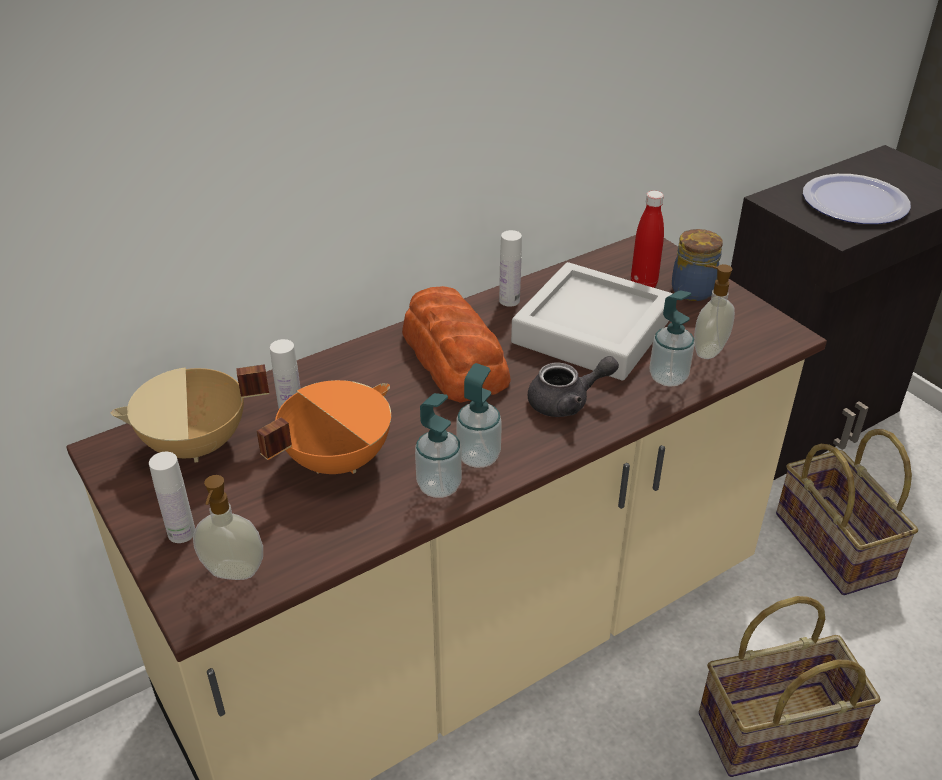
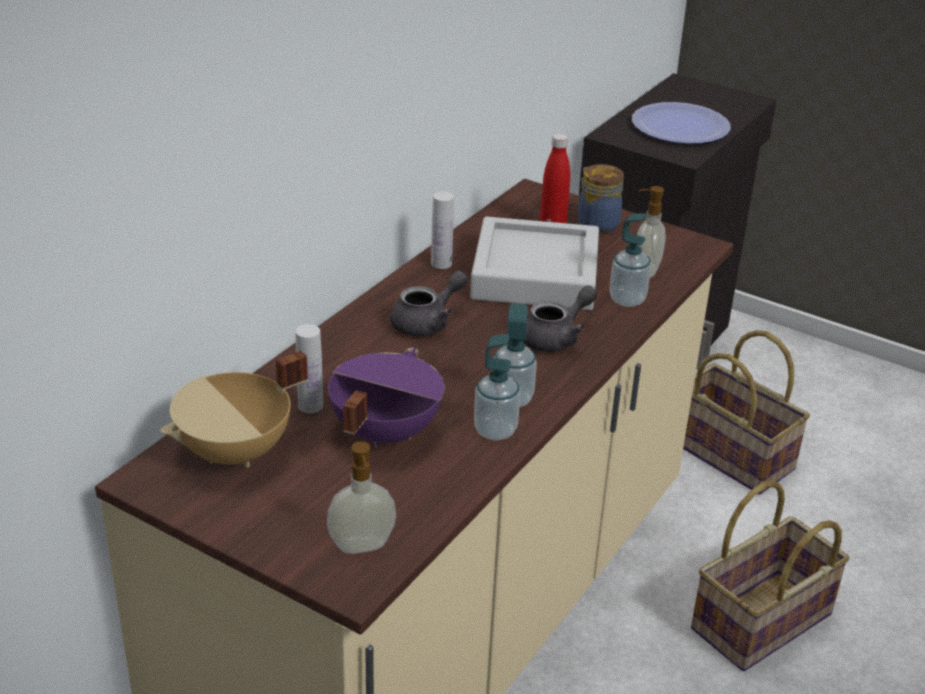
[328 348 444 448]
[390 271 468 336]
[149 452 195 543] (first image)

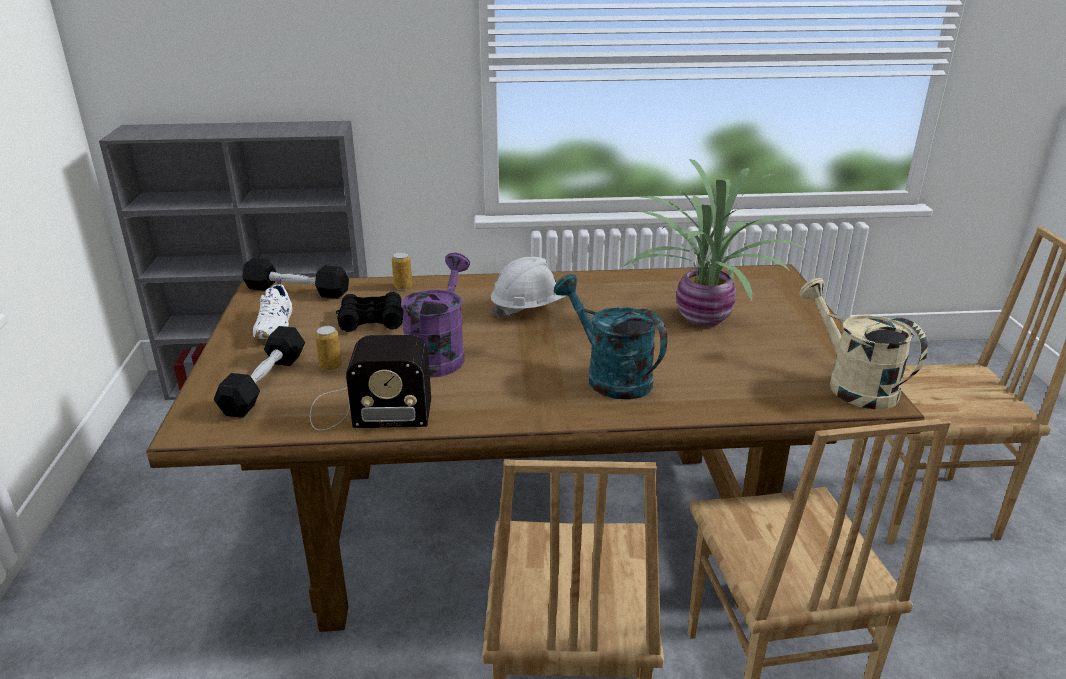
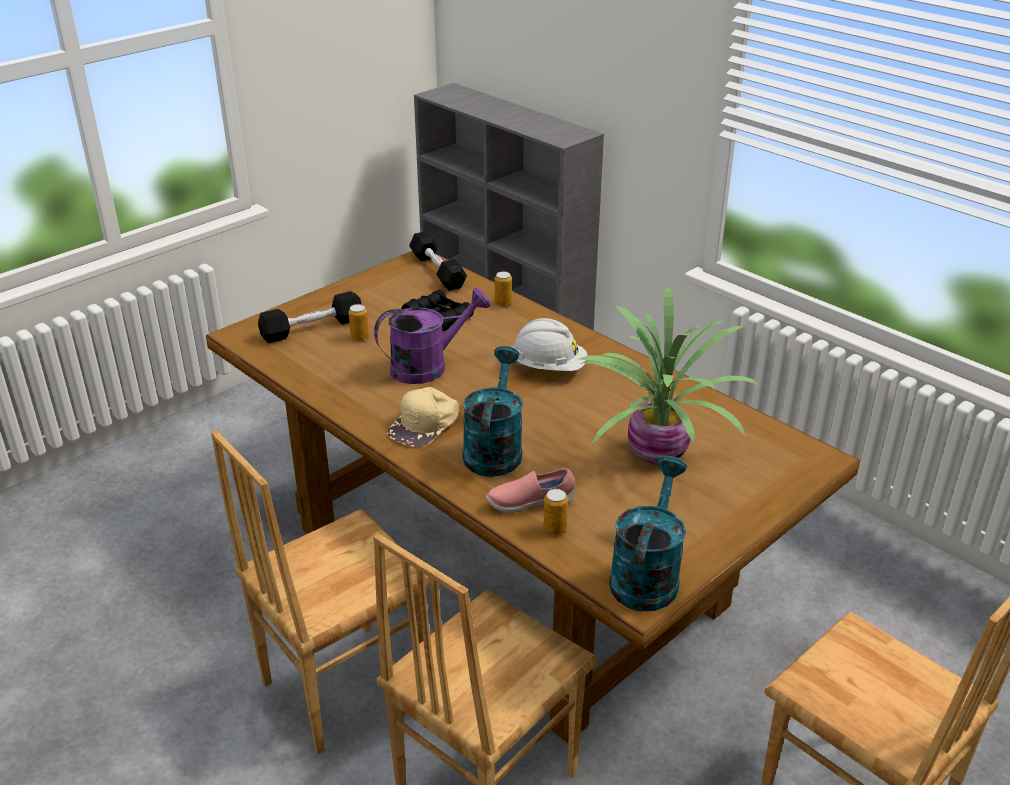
[386 387 459 447]
[486 468 575 513]
[544 489 568 535]
[609 456 687 611]
[253 279 293 339] (first image)
[310 335 431 431] (first image)

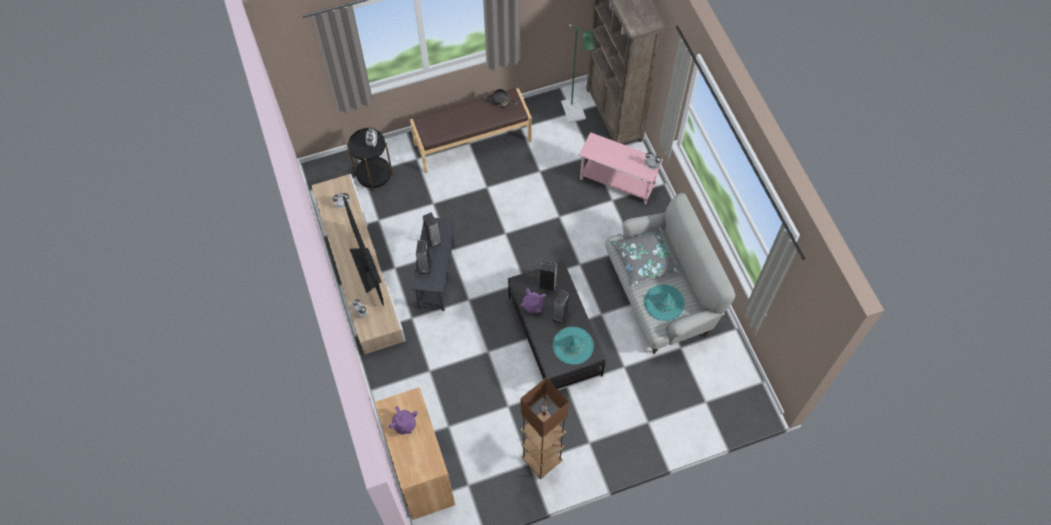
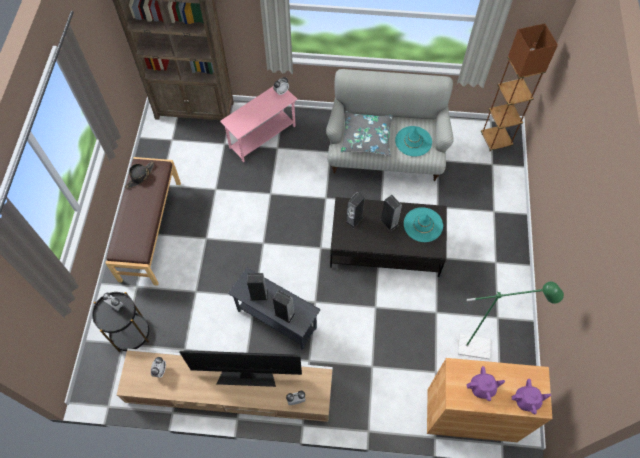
[458 282 564 359]
[481 23 558 151]
[512 379 551 414]

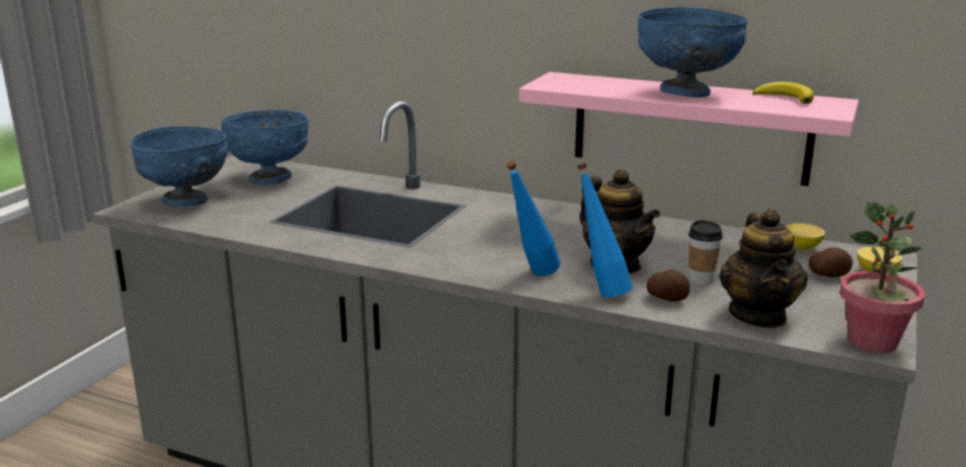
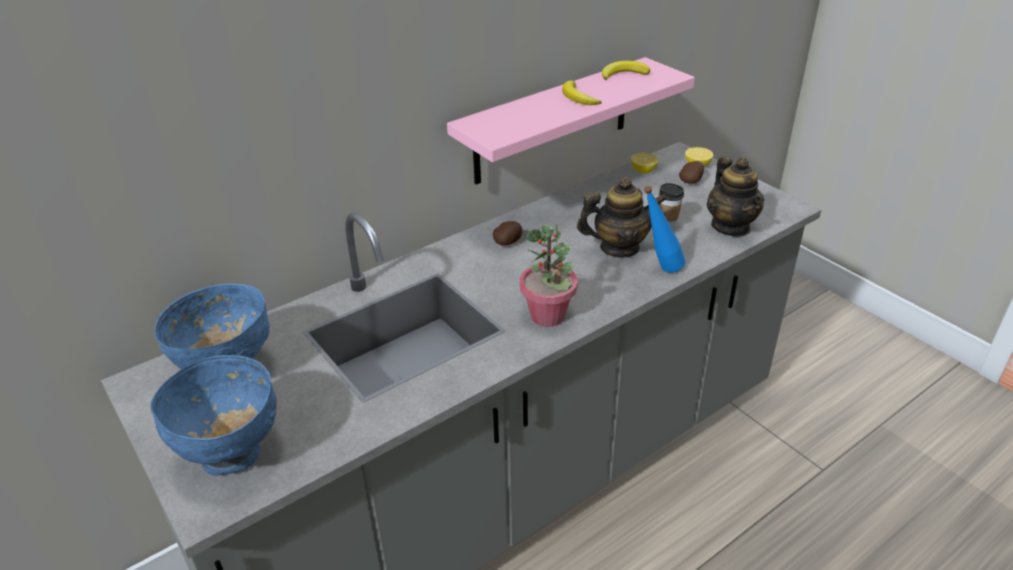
[493 221 522 246]
[520 224 578 327]
[562 80 601 105]
[707 156 764 237]
[506 161 560 276] (first image)

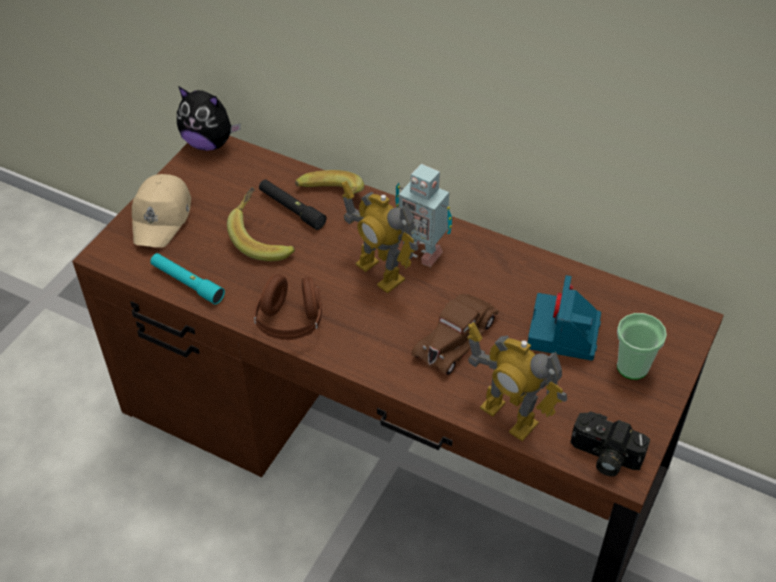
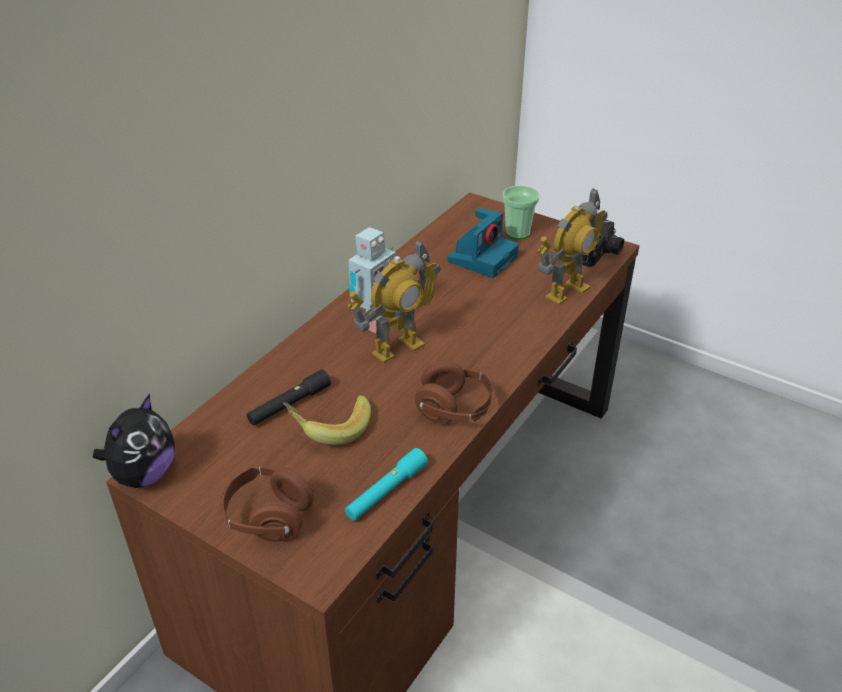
[220 467 315 542]
[448 208 519 278]
[295 170 364 194] (first image)
[411 294 499 375] (first image)

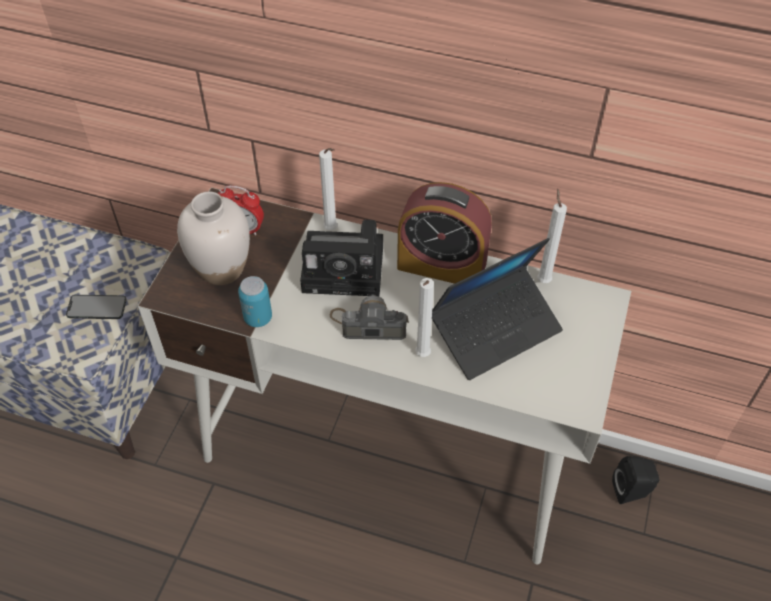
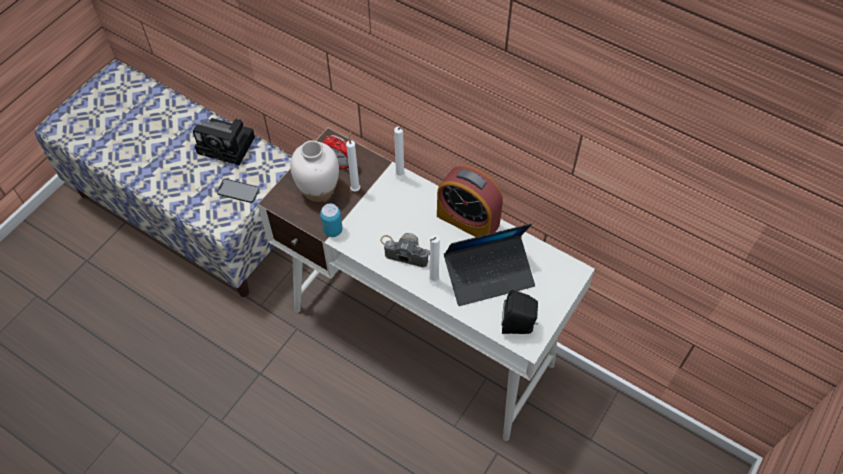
[193 118 255 165]
[346 131 360 192]
[502 290 538 334]

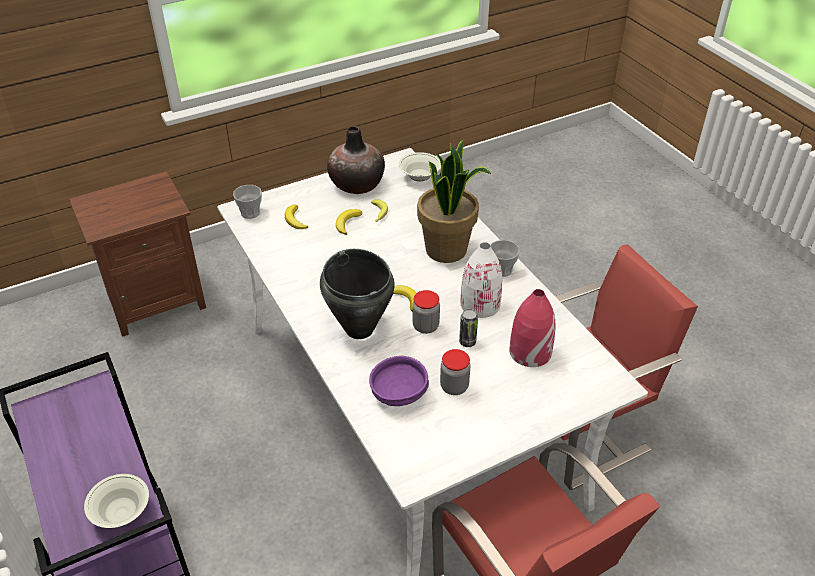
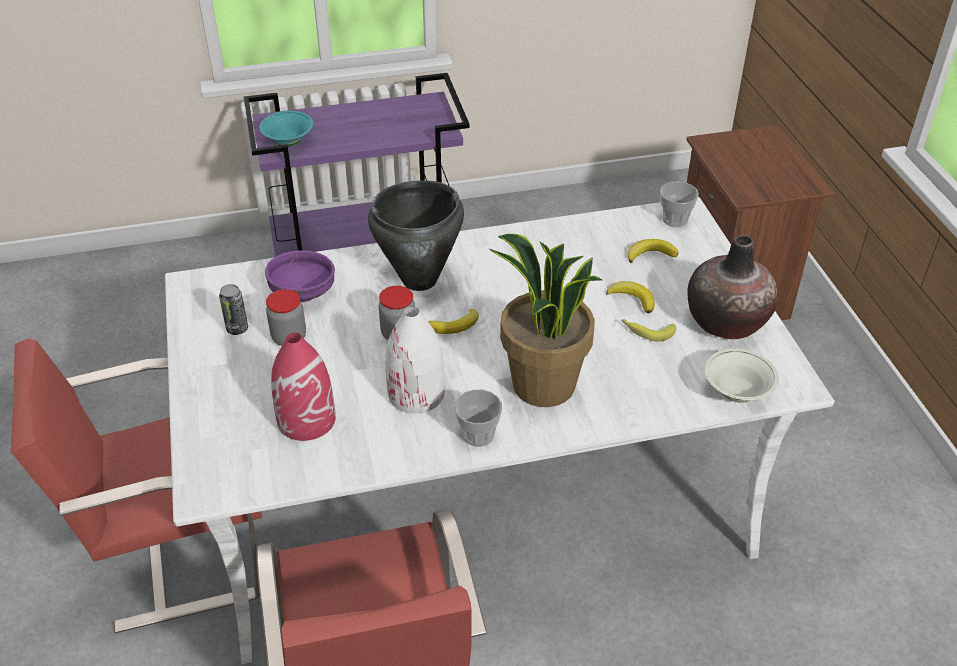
[219 284 248 335]
[259 111 313 146]

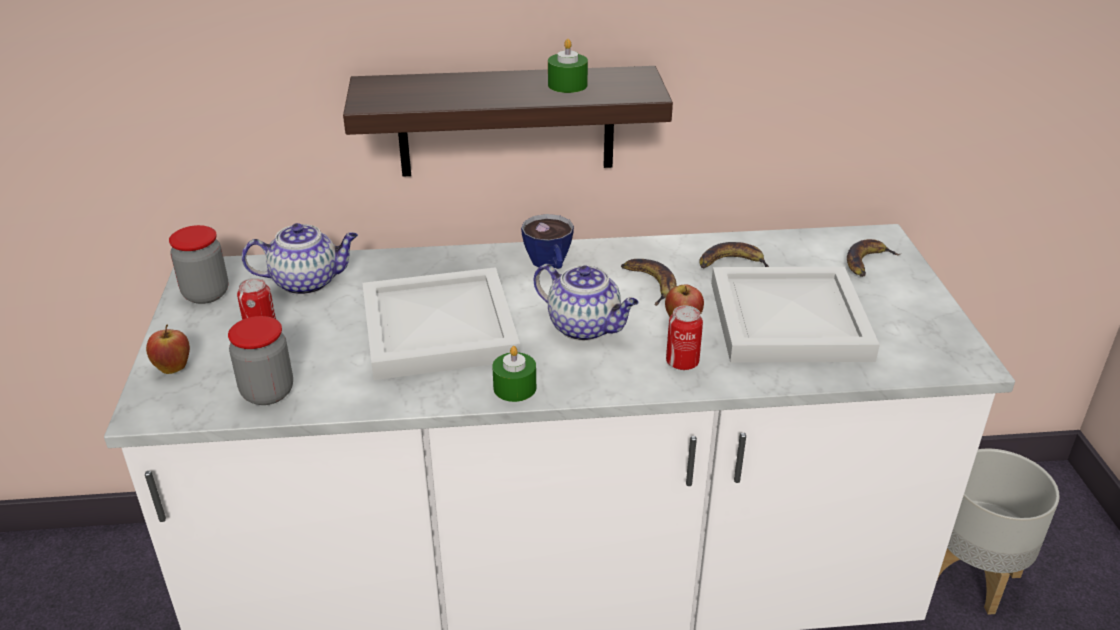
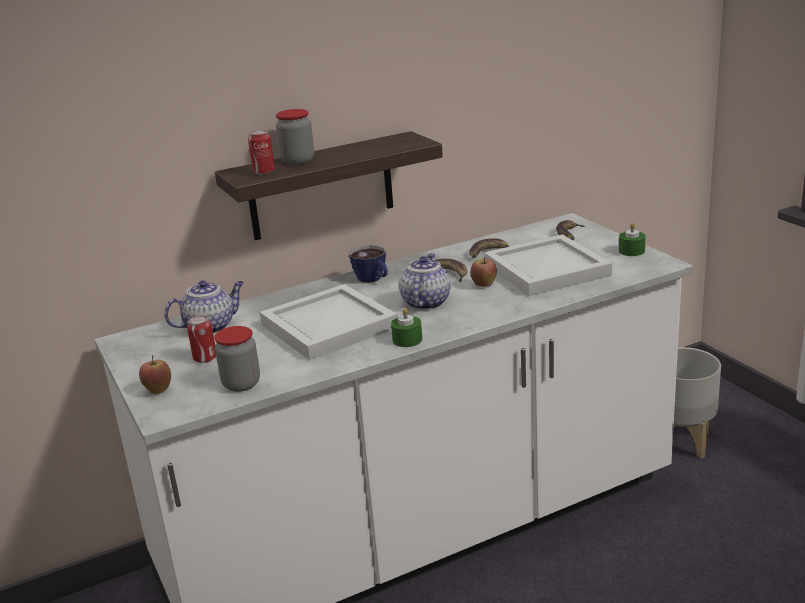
[248 130 275 175]
[276 109 314 165]
[399 254 451 310]
[619 222 646 256]

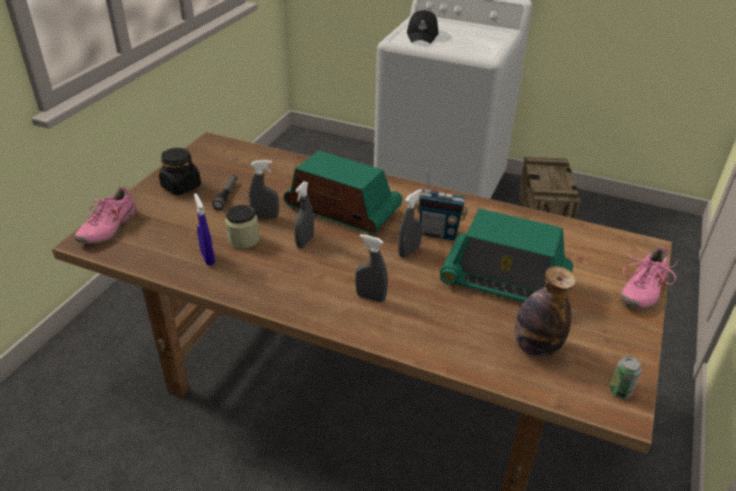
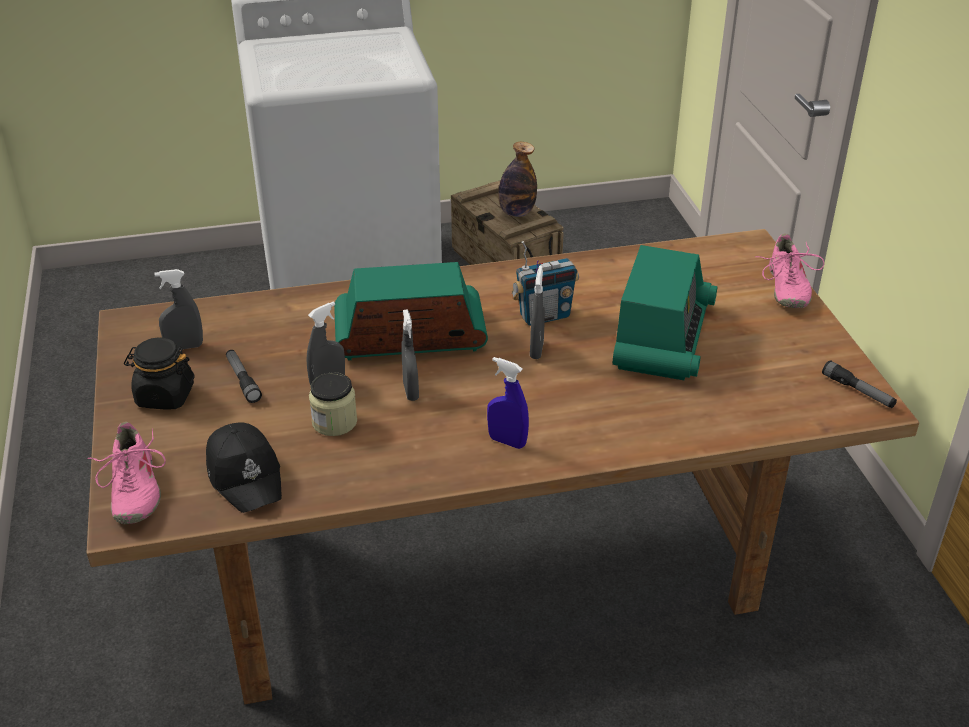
[154 269 203 349]
[206 422 282 513]
[487 357 529 449]
[498 142 537 217]
[613 245 717 380]
[822 360 897 408]

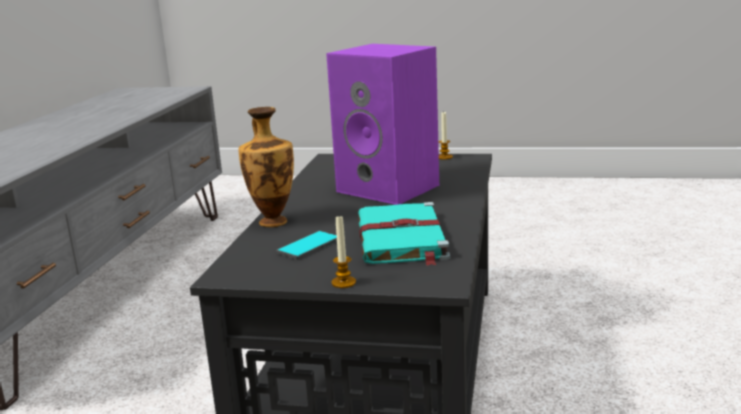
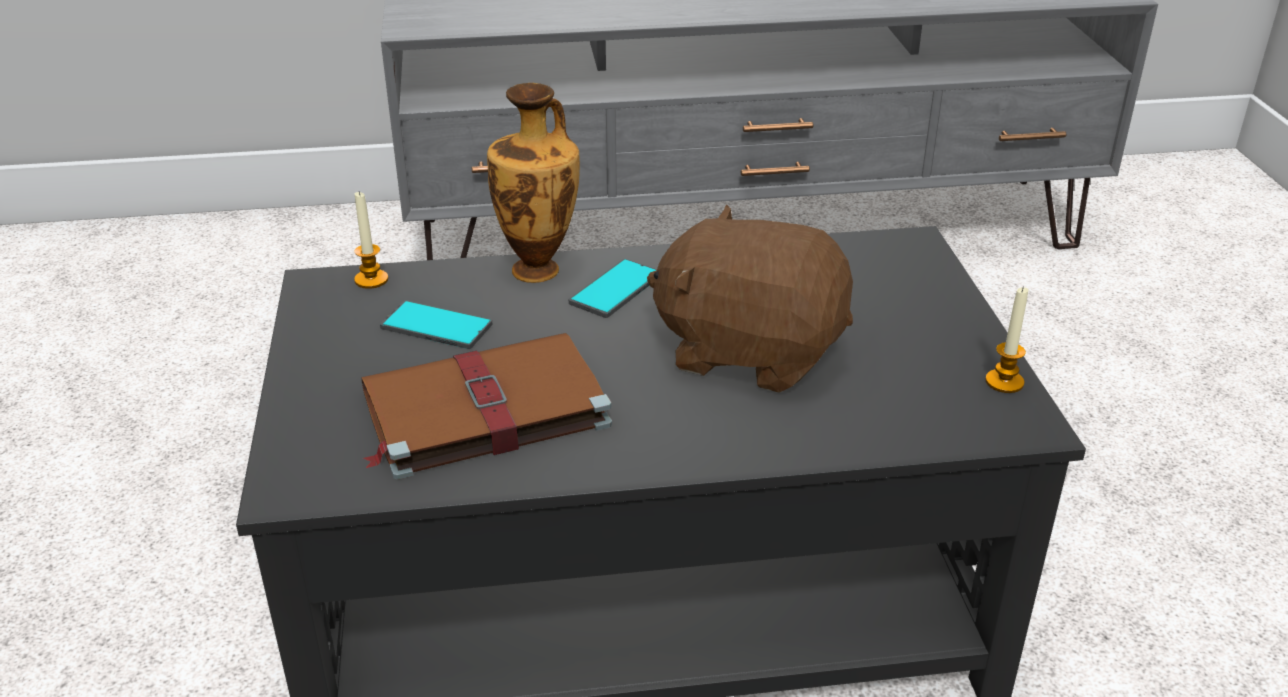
[354 191 388 289]
[361 333 612 480]
[569 259 657 318]
[647 205 853 392]

